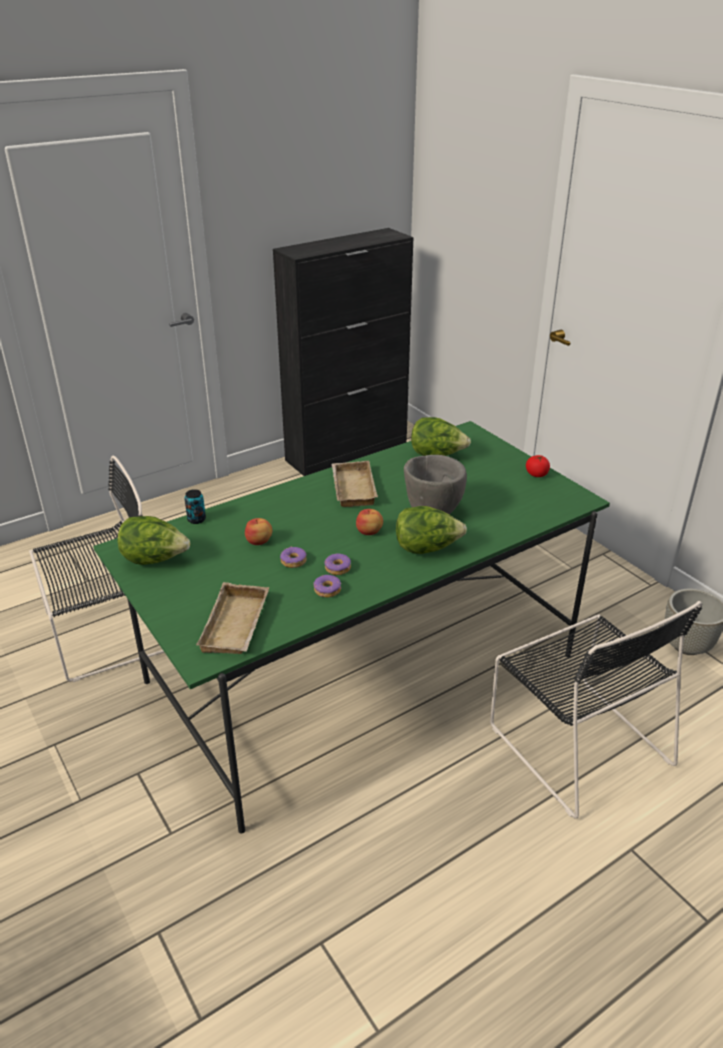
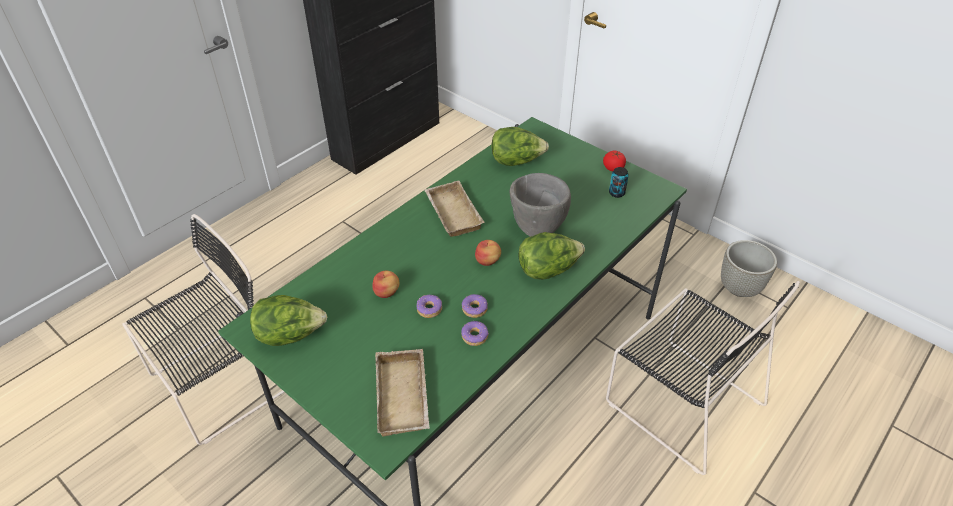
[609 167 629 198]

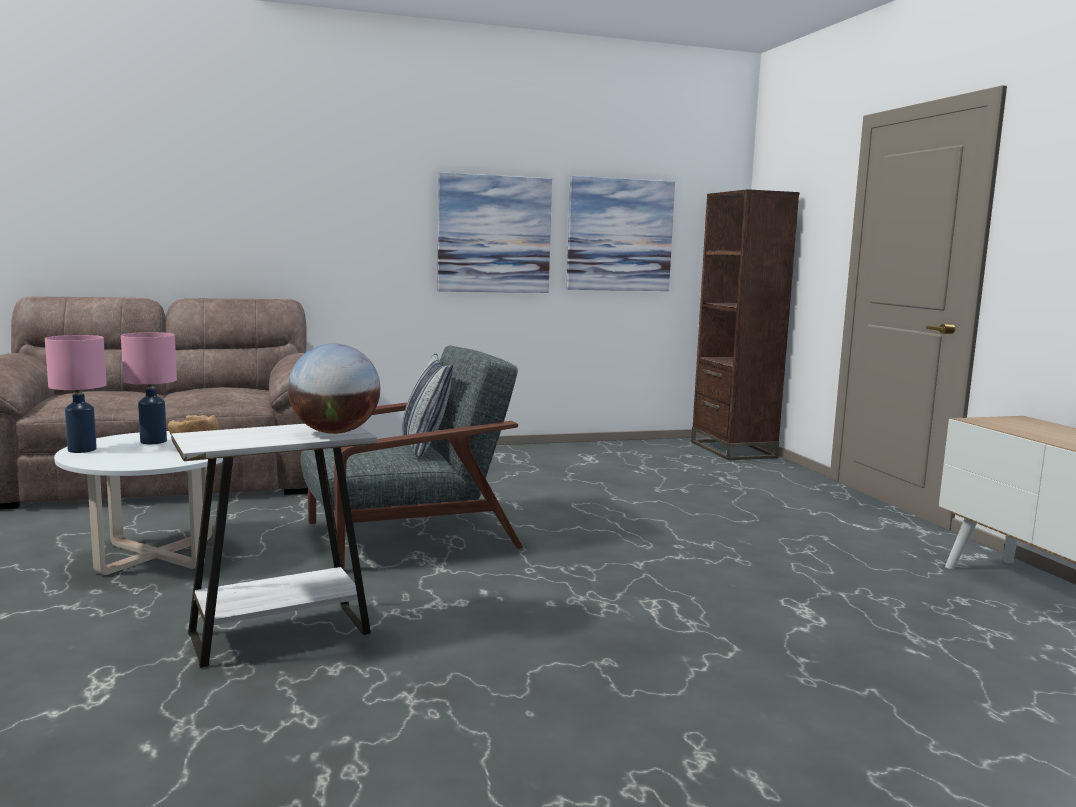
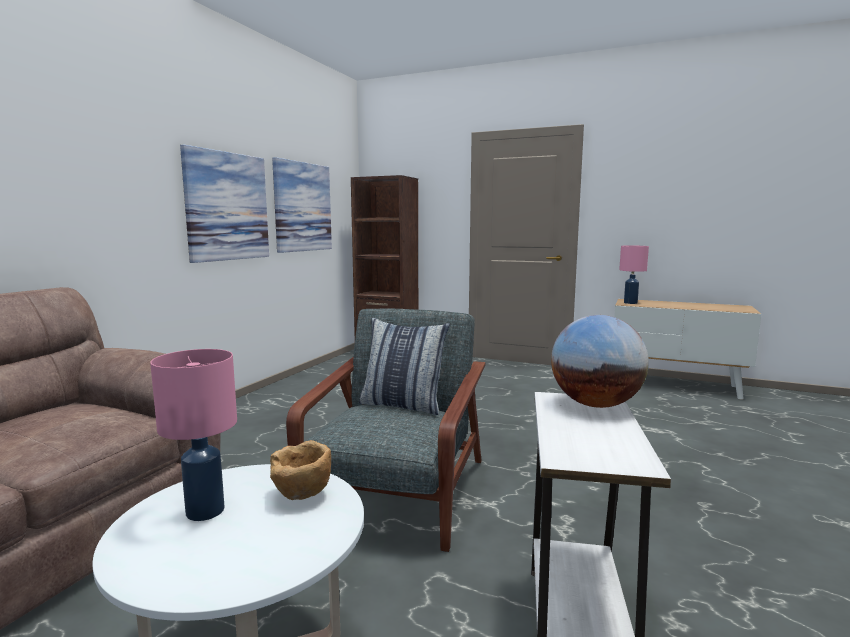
[619 246 649 304]

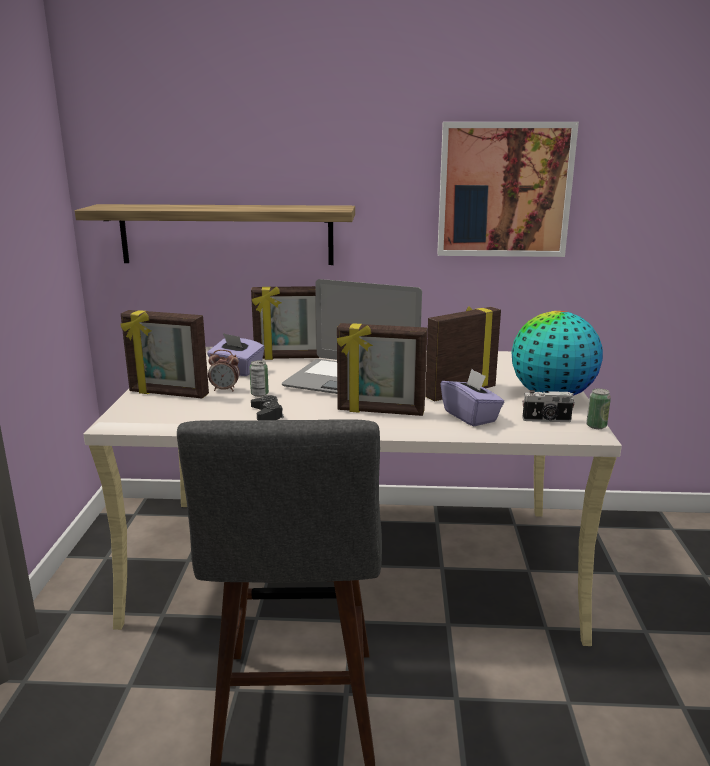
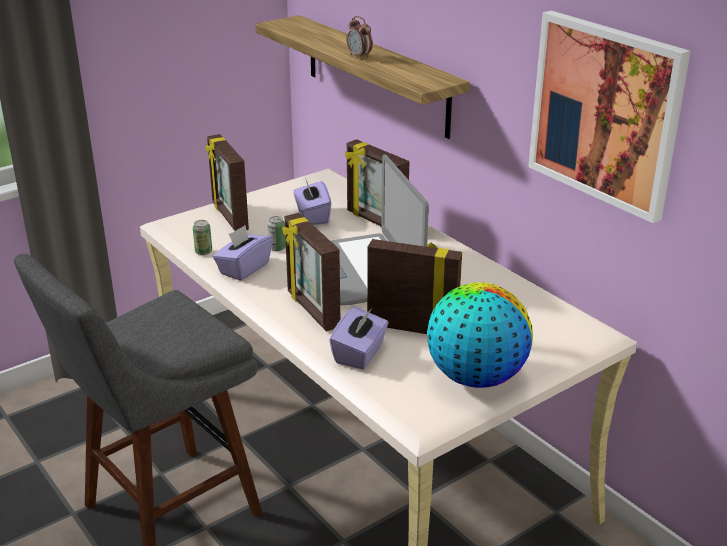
[193 220 212 255]
[213 225 272 281]
[346 16 373 60]
[522 390 575 422] (first image)

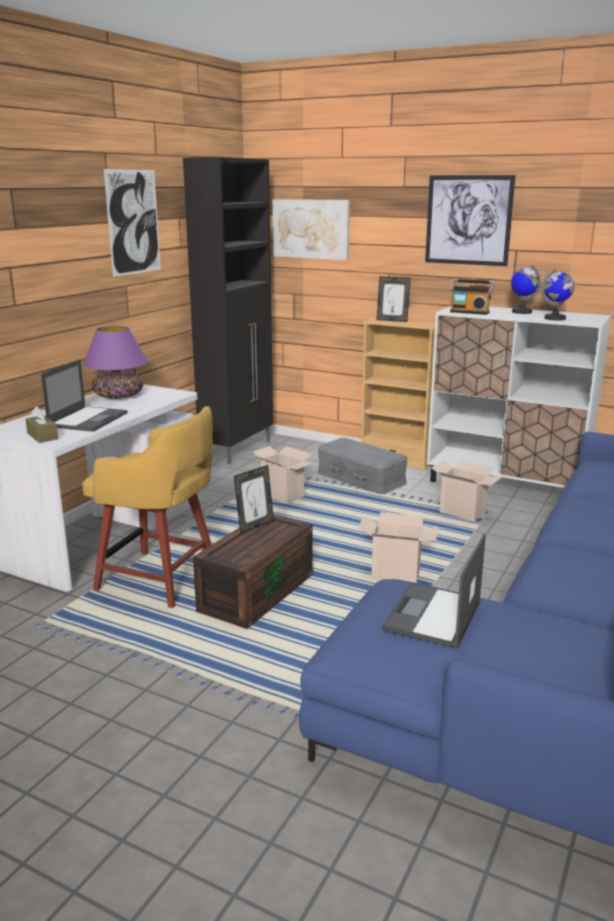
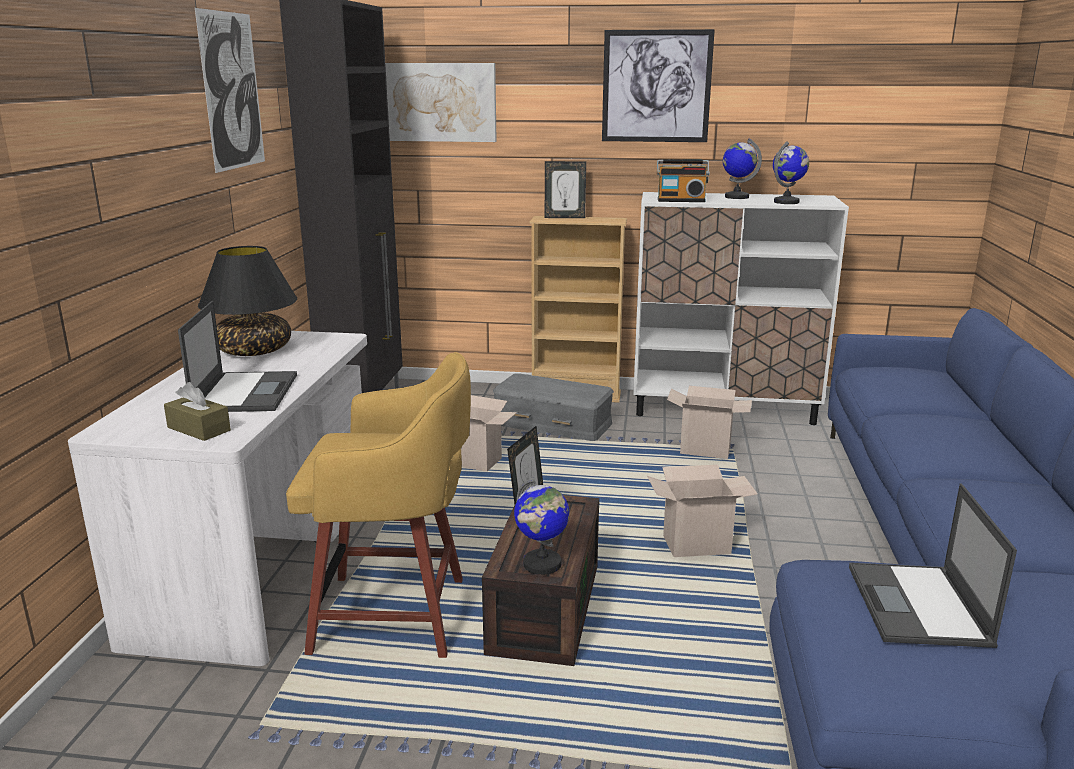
[198 246 297 356]
[514 477 569 575]

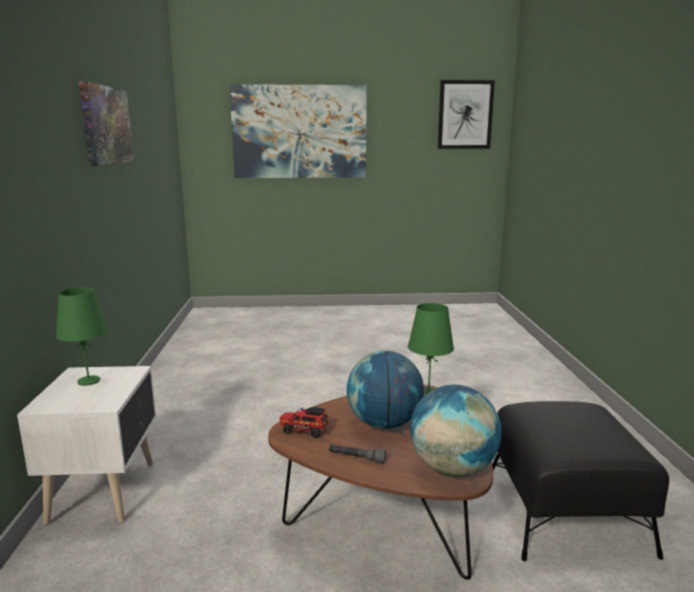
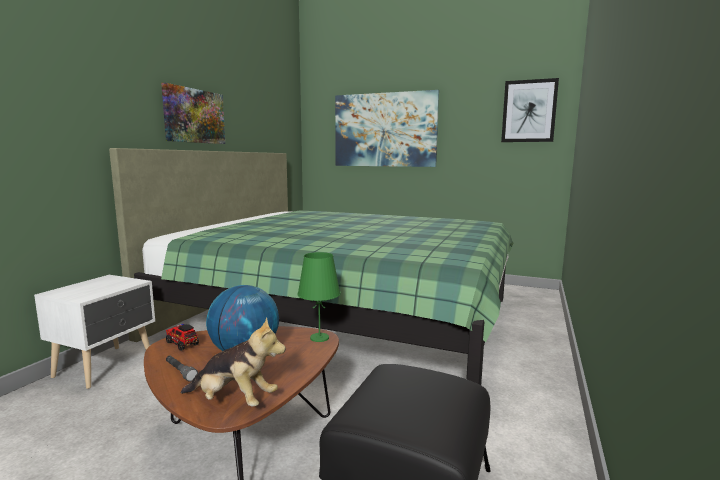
[109 148 513 385]
[180 317 286 407]
[56 287 108 386] (first image)

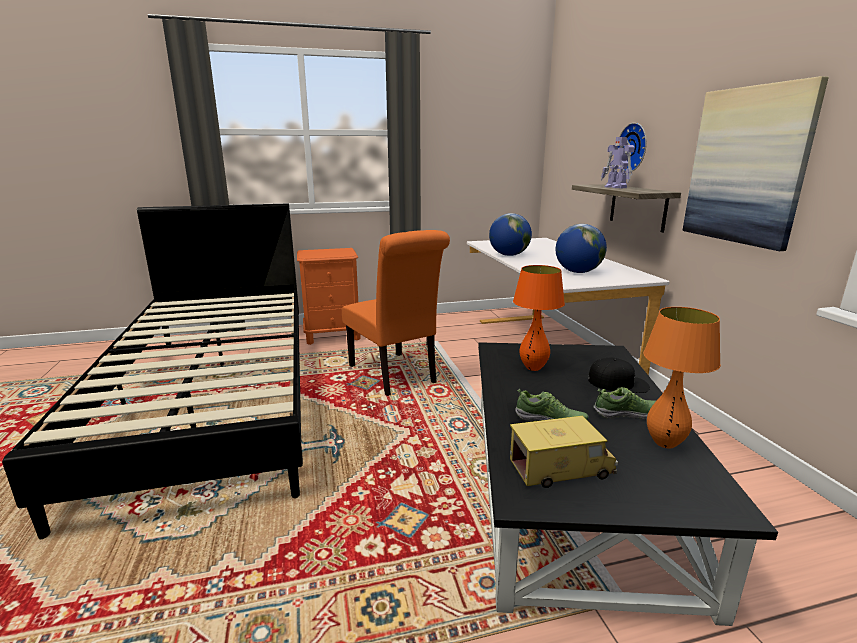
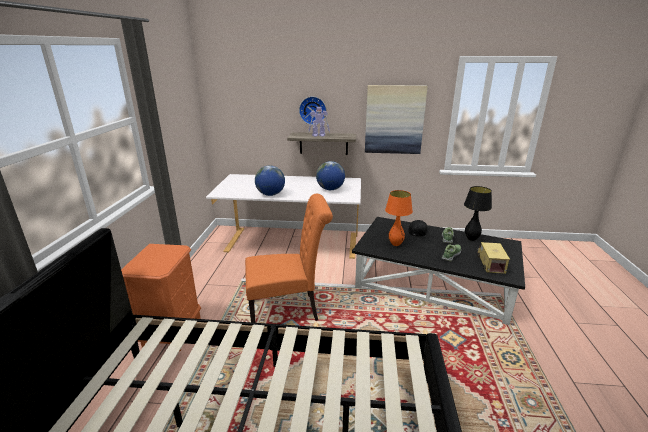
[464 186 492 241]

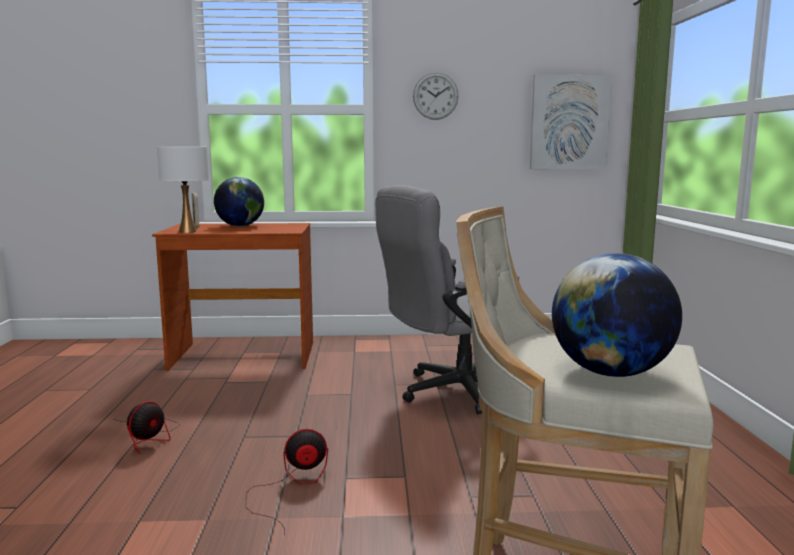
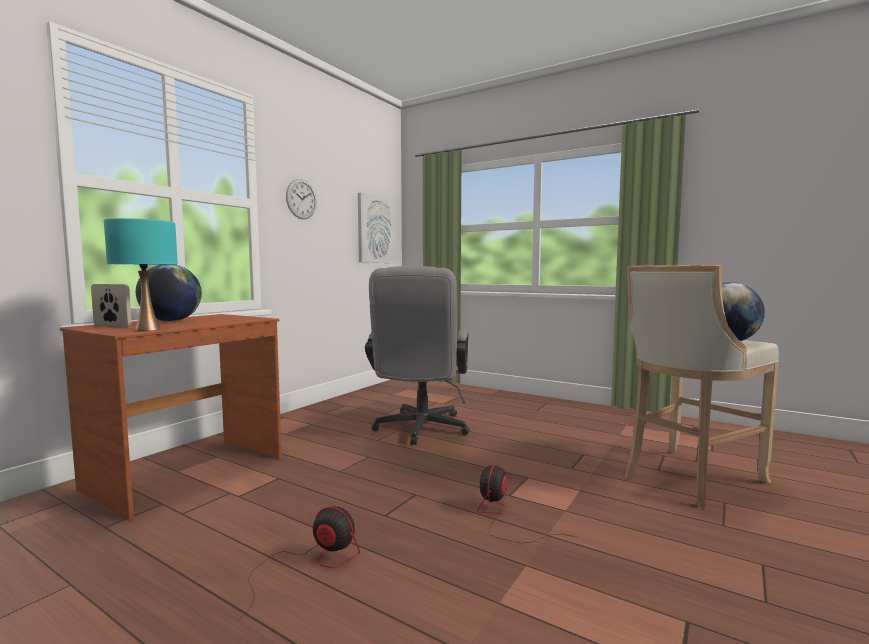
[104 218 178 331]
[238 506 360 620]

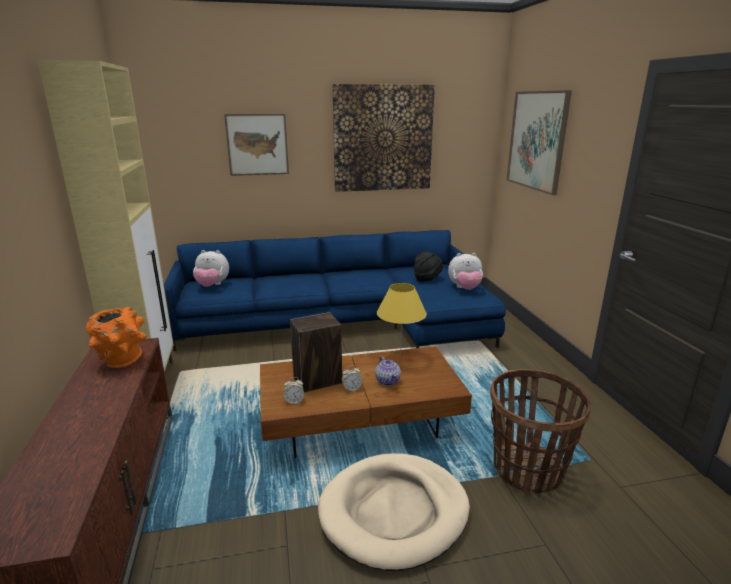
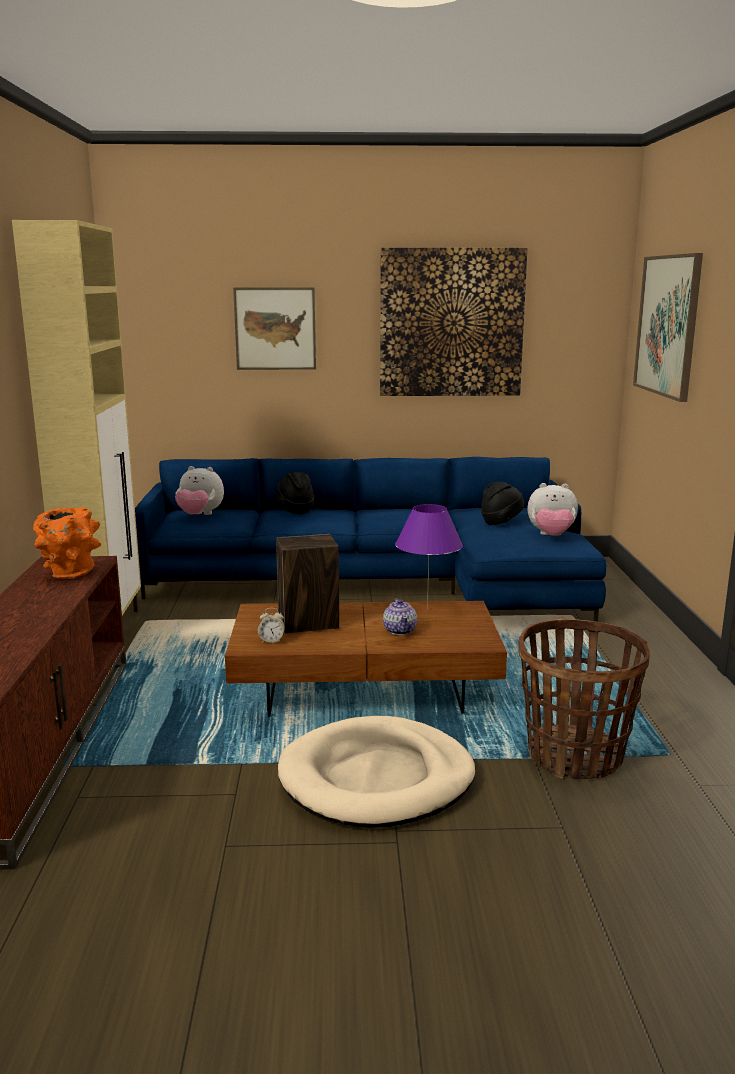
[277 472 314 514]
[395 504 463 610]
[342 365 362 392] (first image)

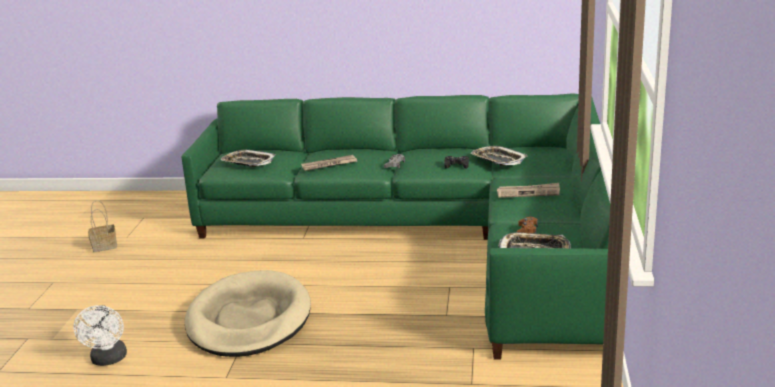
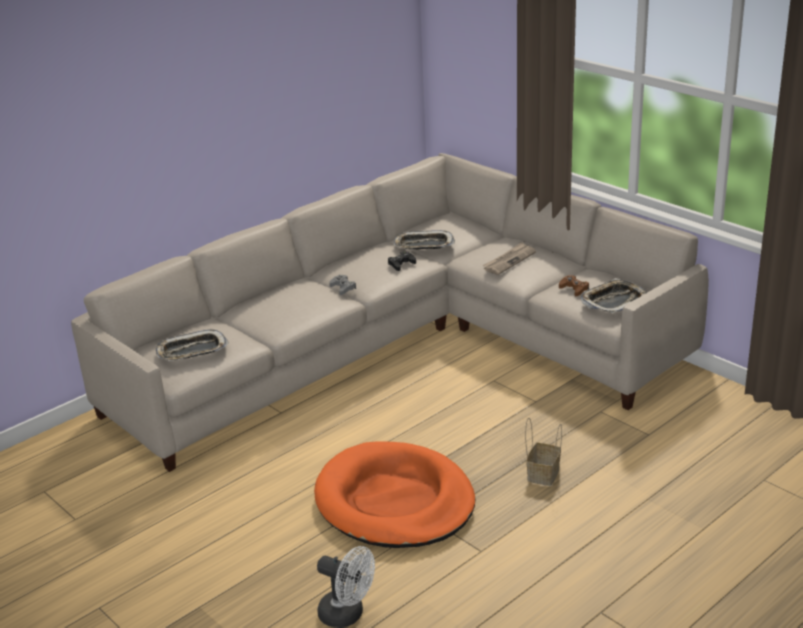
[71 153 709 472]
[314 441 475 548]
[525 418 562 486]
[301 155 357 171] (first image)

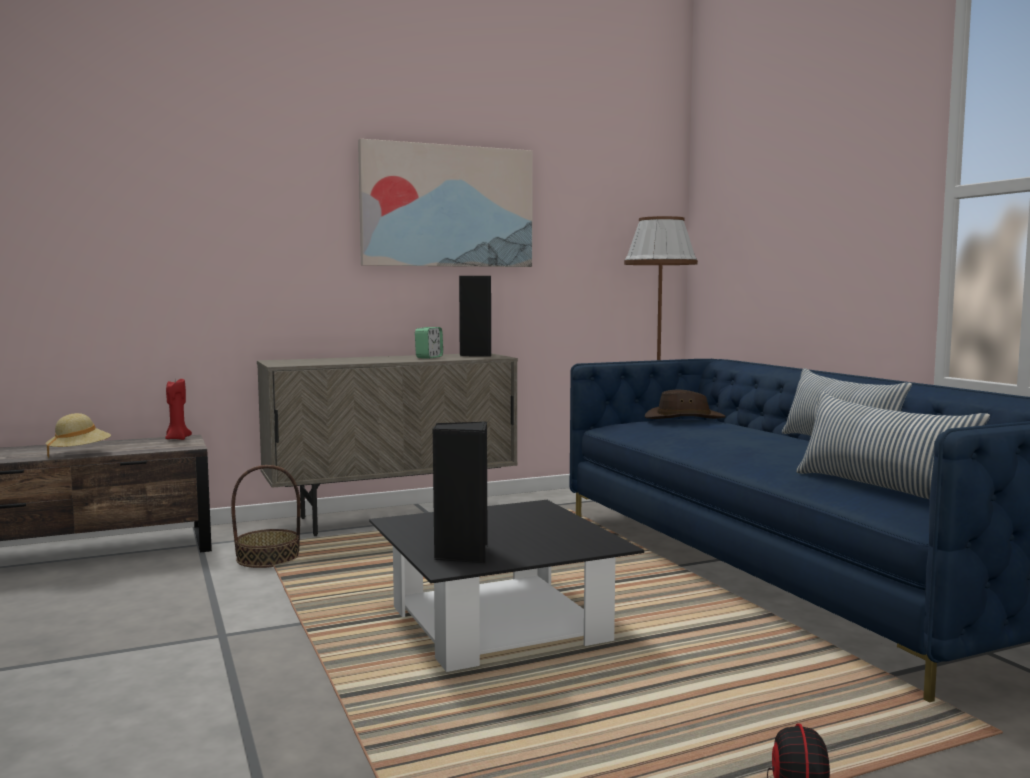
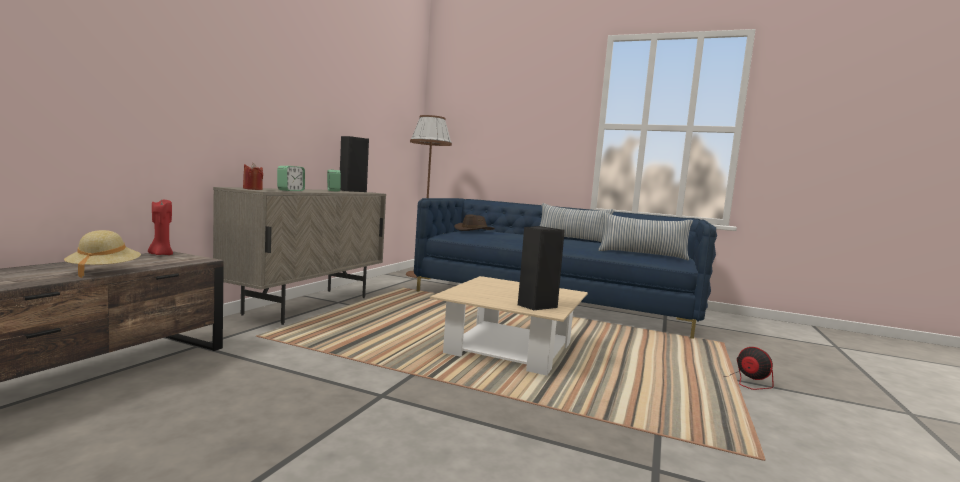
[243 163 263 190]
[277 166 305 191]
[430 276 588 376]
[231 465 300 568] (first image)
[358 139 533 267] (first image)

